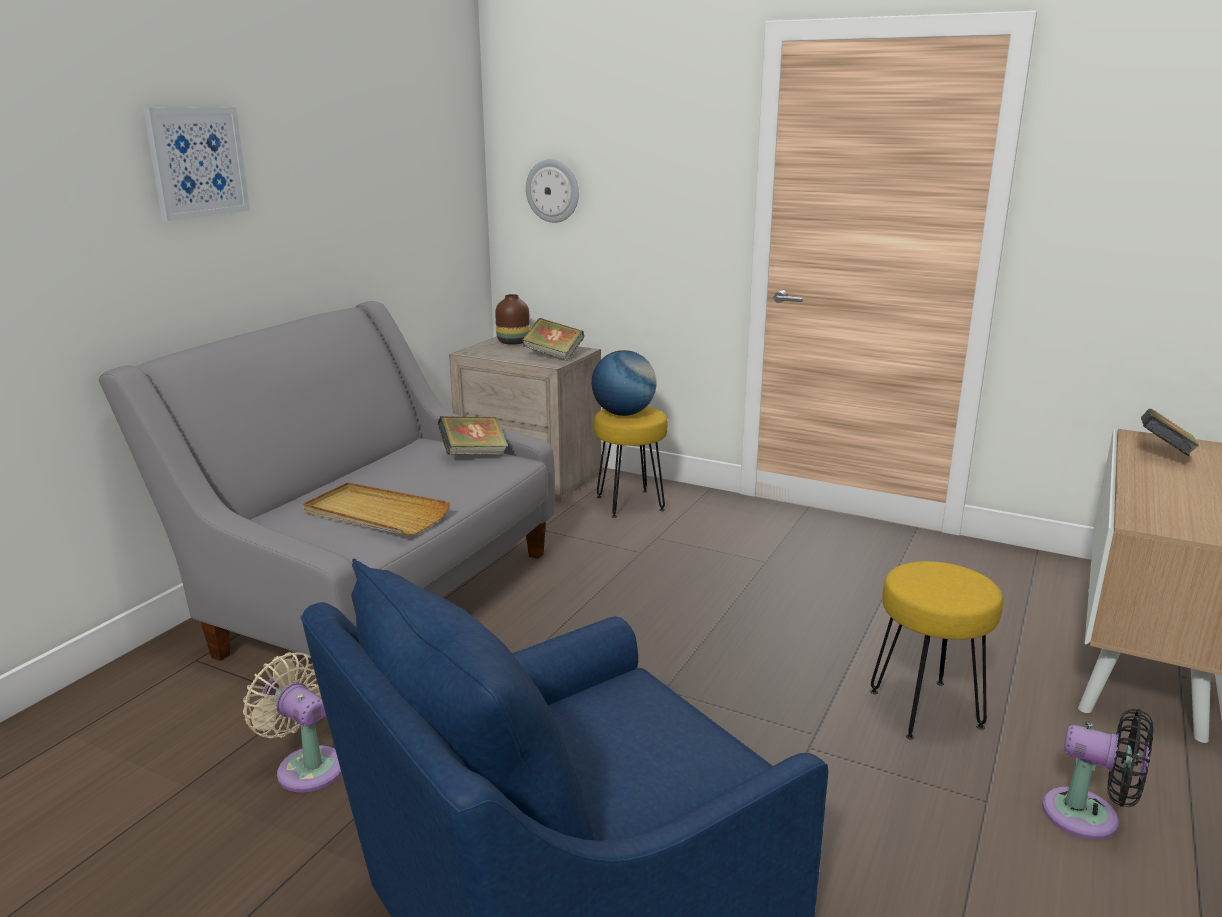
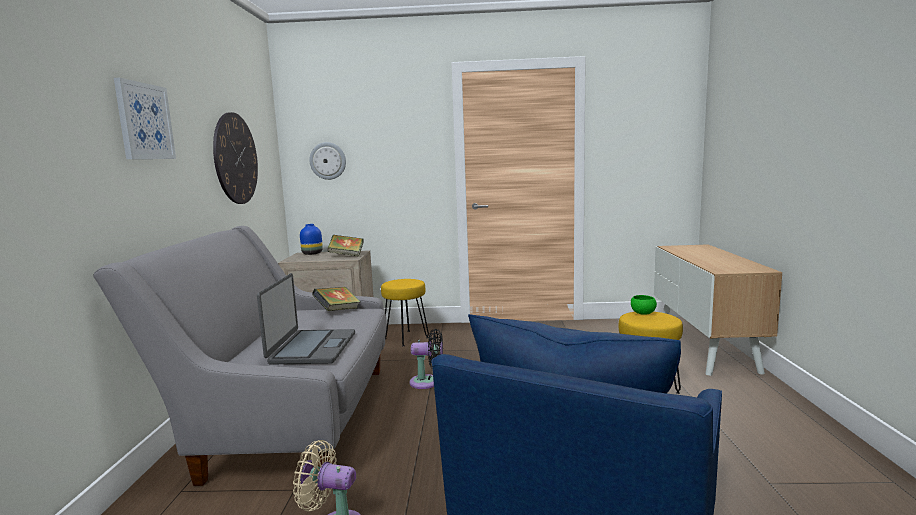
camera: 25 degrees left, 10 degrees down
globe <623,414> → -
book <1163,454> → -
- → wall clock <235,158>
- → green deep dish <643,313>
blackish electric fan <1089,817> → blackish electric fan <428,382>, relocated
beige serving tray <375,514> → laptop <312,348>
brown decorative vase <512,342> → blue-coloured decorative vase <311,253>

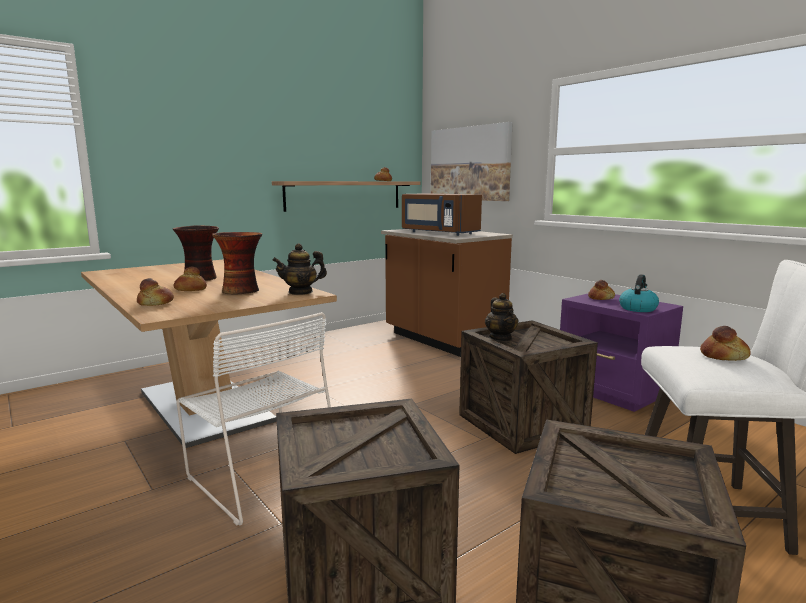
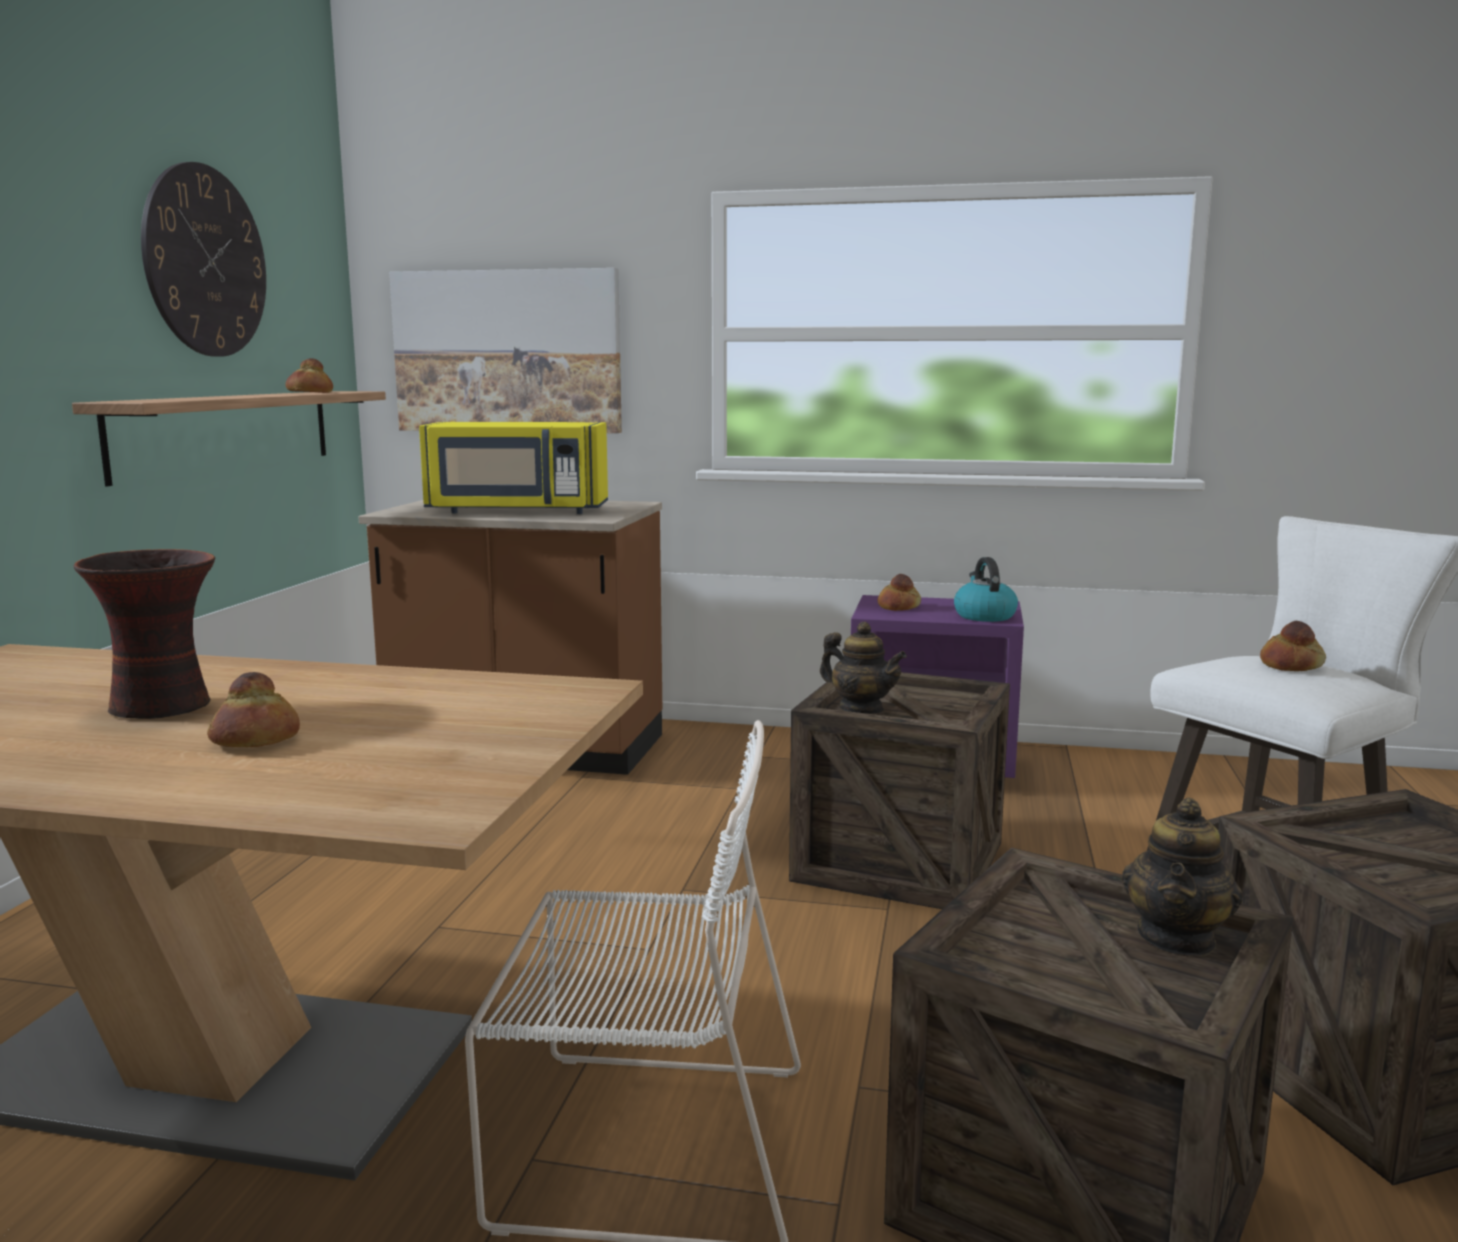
camera: 40 degrees left, 0 degrees up
baked bread <155,303> → -
decorative vase <241,291> → -
- → wall clock <205,261>
tea pot <301,292> → tea pot <1177,938>, relocated
brown kitchen microwave <438,233> → yellow-coloured kitchen microwave <517,511>

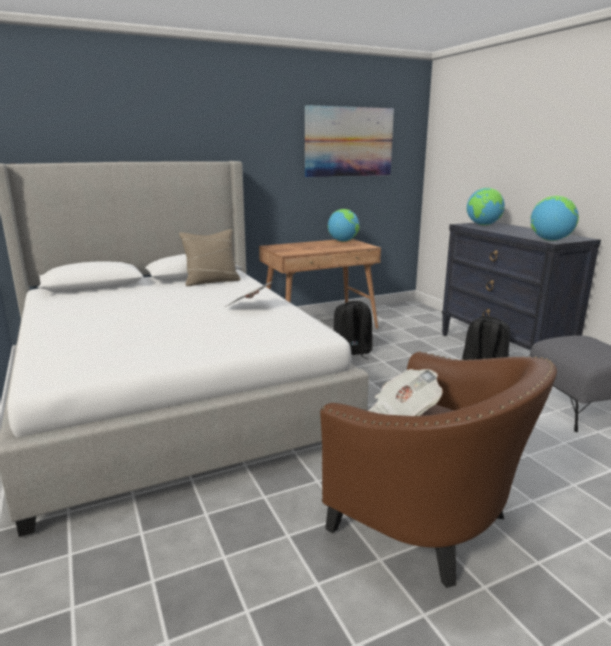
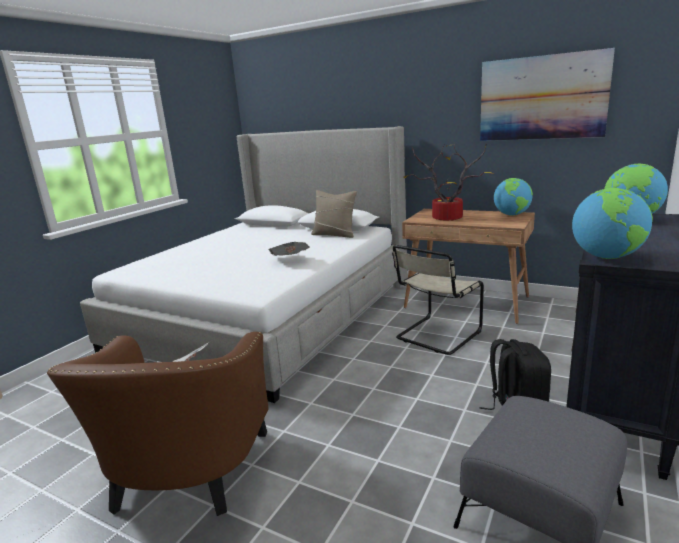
camera: 55 degrees right, 0 degrees up
- → plant in a pot <445,219>
blackish knapsack <351,353> → beige plain chair <436,336>

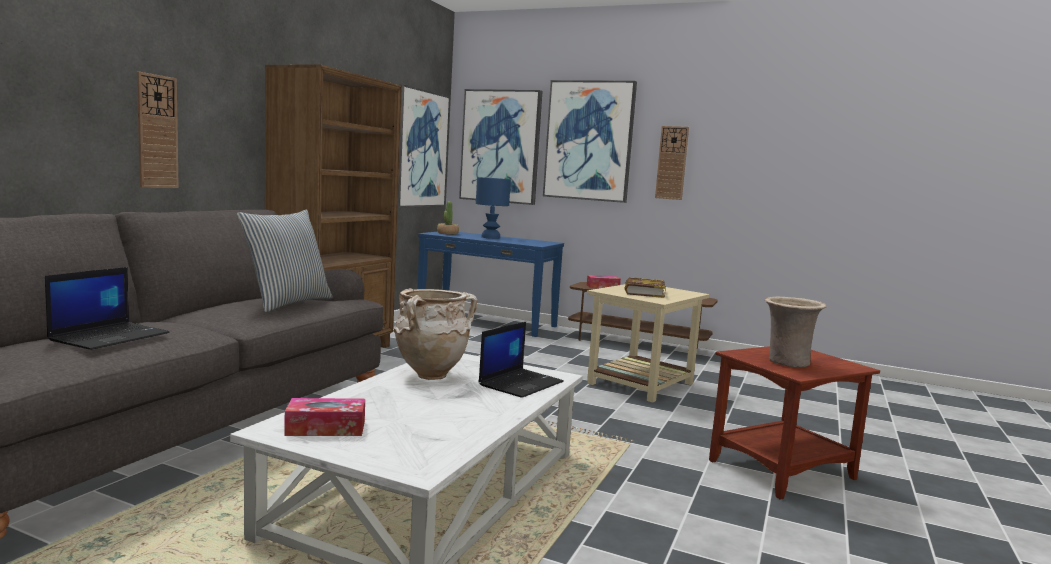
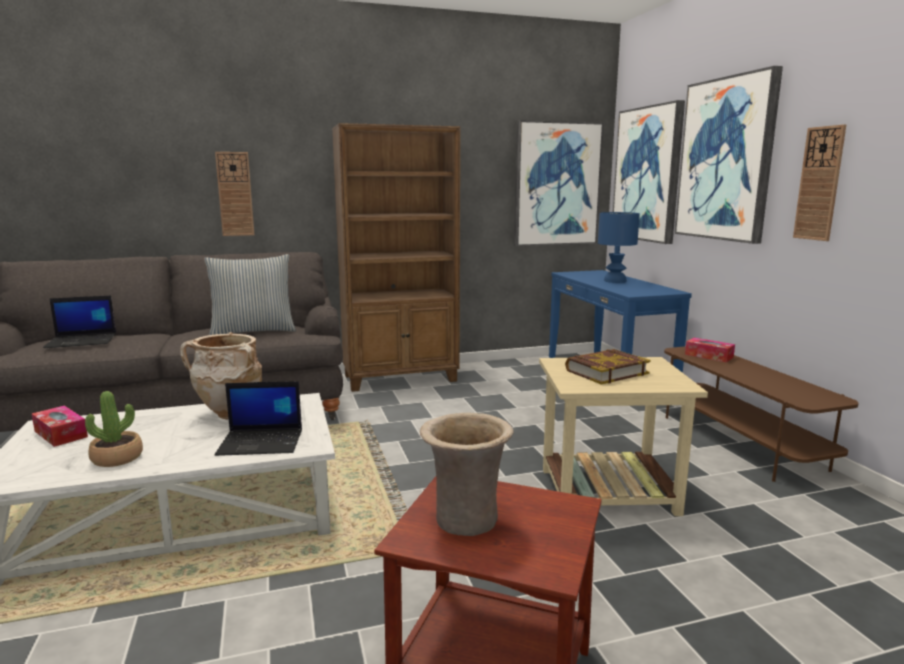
camera: 50 degrees right, 5 degrees up
plant in a pot <447,233> → plant in a pot <117,458>, relocated

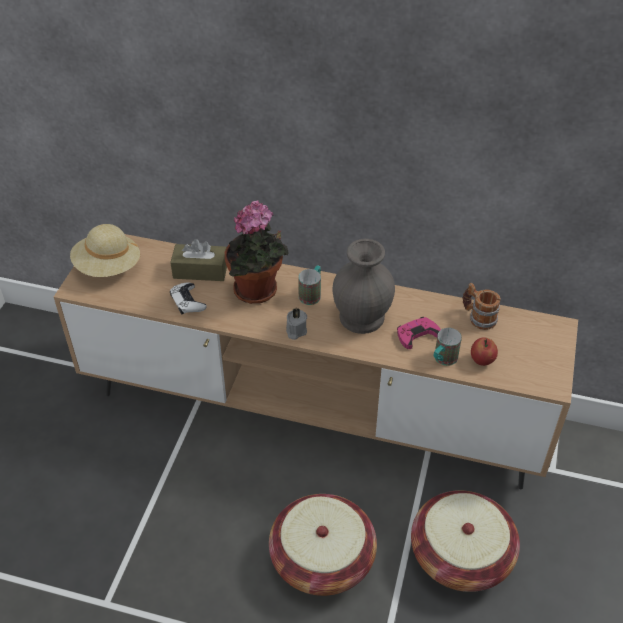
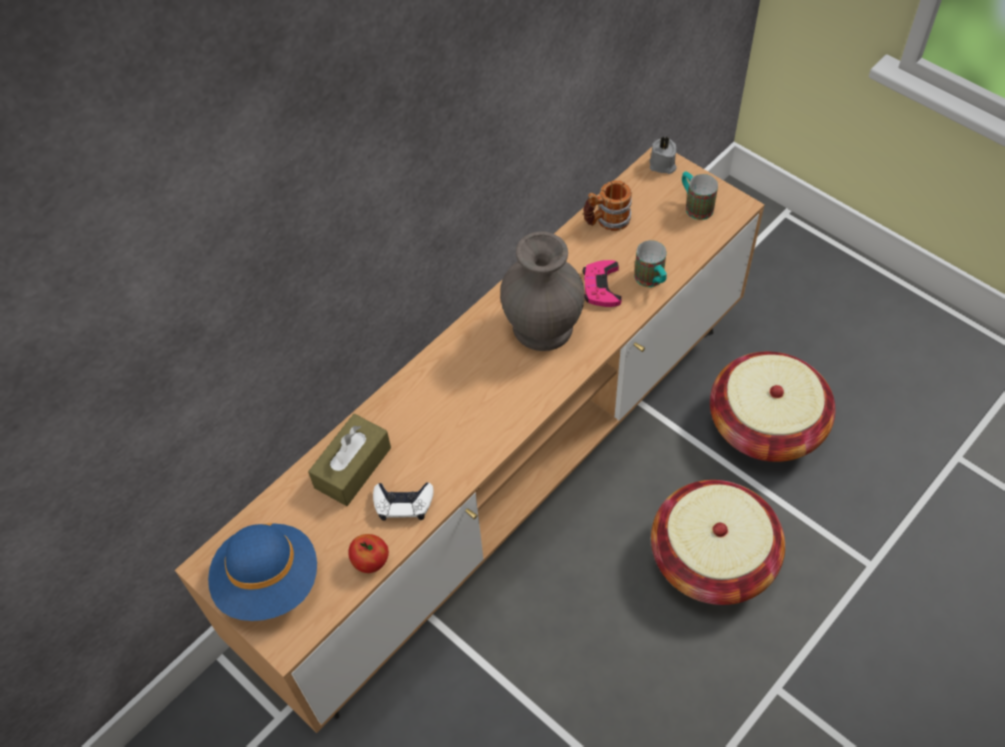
camera: 60 degrees left, 10 degrees up
plant in a pot <258,292> → -
grey wax candle <295,331> → grey wax candle <662,165>, relocated
tea mug <311,294> → tea mug <694,205>, relocated
apple fruit <482,360> → apple fruit <371,561>, relocated
beige hat <108,267> → blue-coloured hat <269,582>

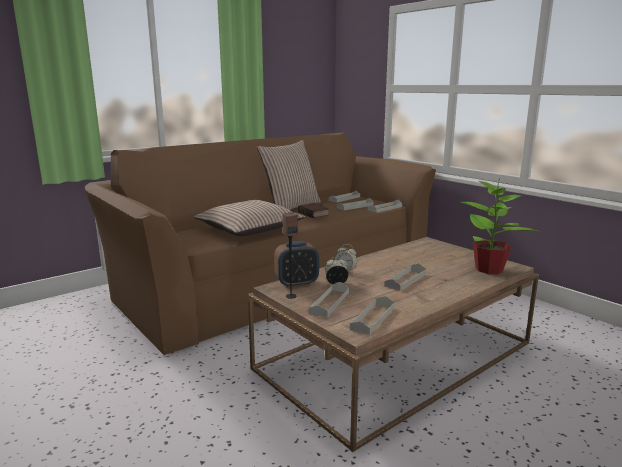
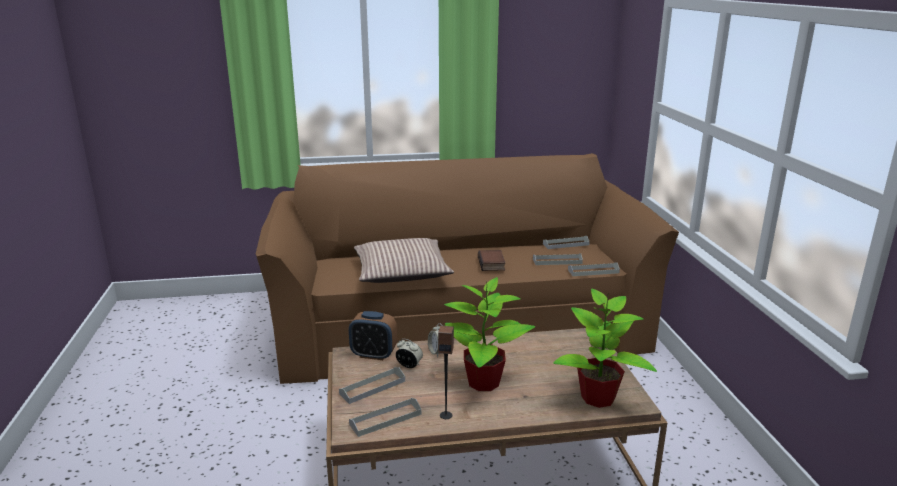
camera: 30 degrees right, 5 degrees up
throw pillow <291,207> → -
speaker <291,296> → speaker <446,415>, relocated
grey serving tray <405,280> → plant in a pot <482,382>

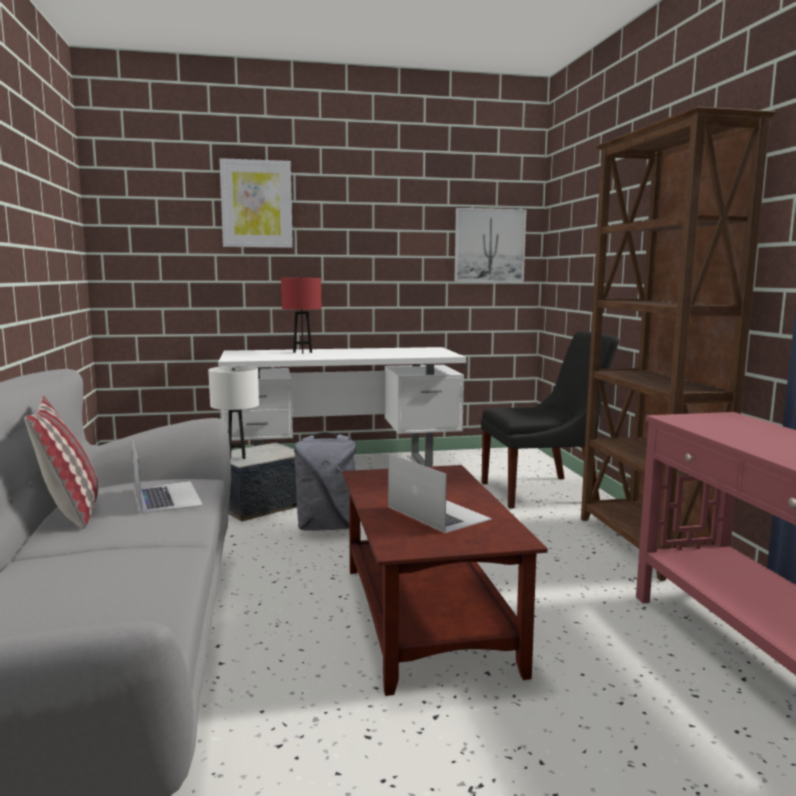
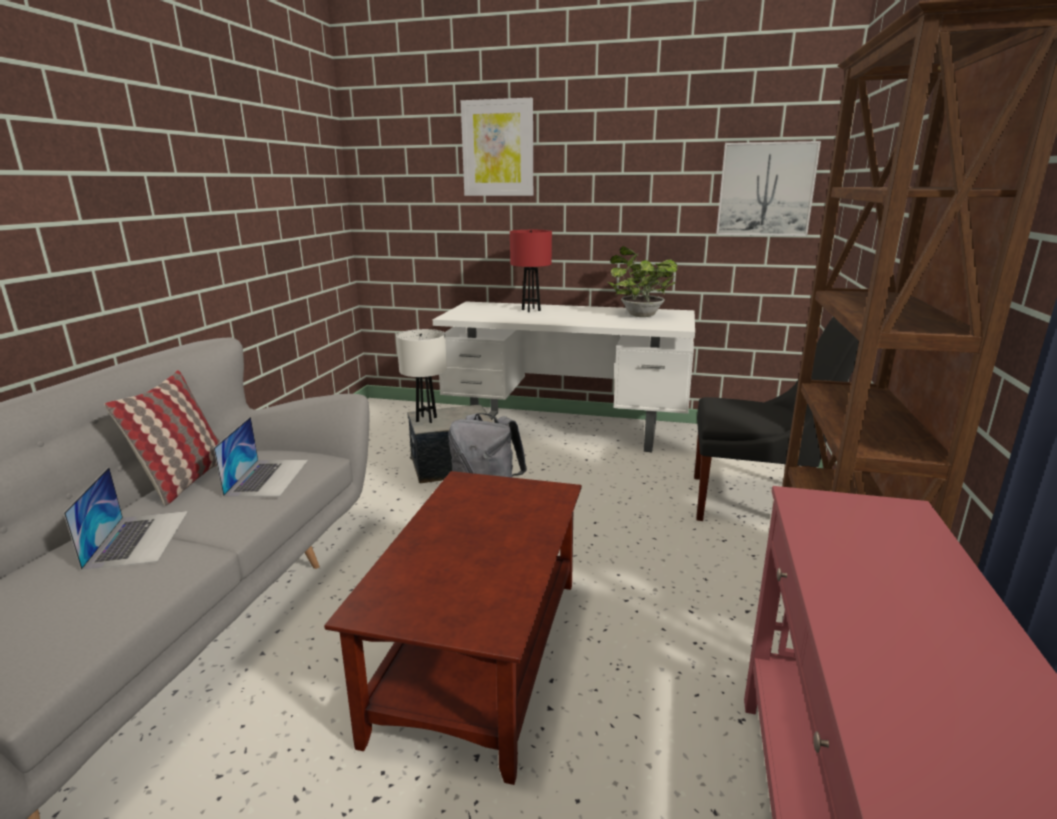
camera: 25 degrees right, 10 degrees up
- → plant in a pot <639,315>
laptop <437,513> → laptop <138,538>, relocated

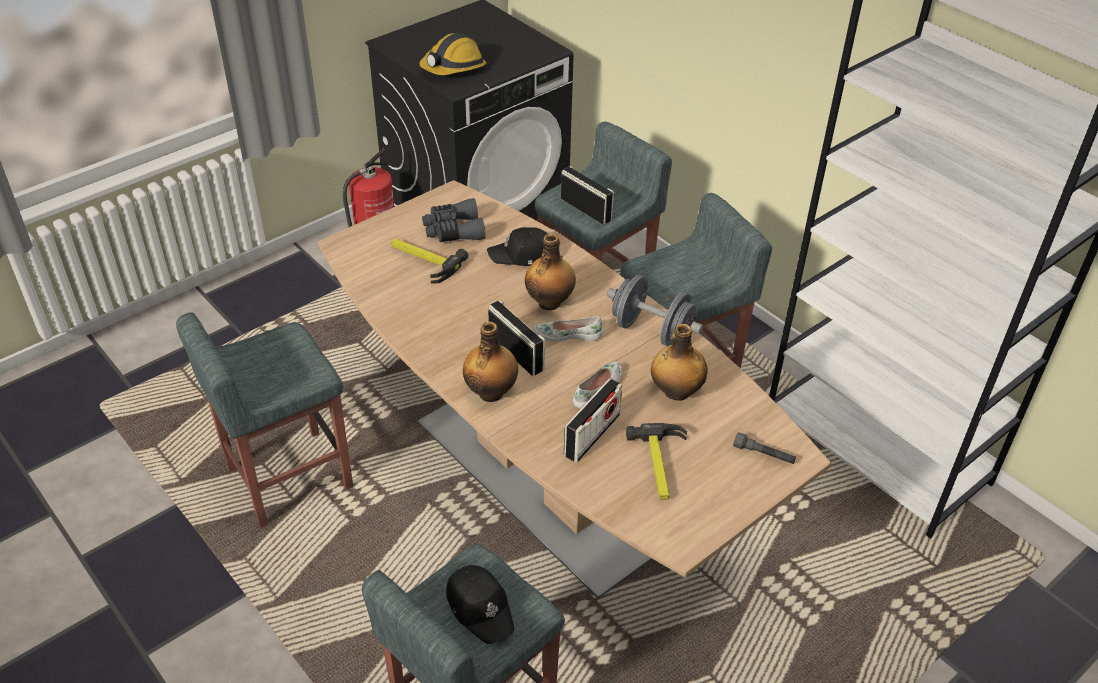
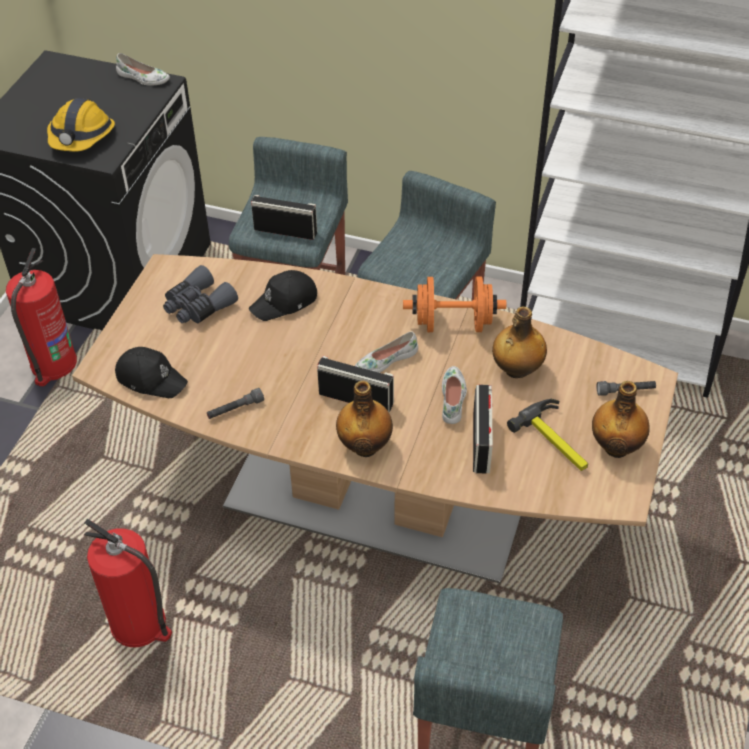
camera: 30 degrees left, 5 degrees up
tool hammer <423,261> → -
- → whitish item of footwear <143,78>
- → grey torch <235,409>
blackish baseball cap <480,607> → blackish baseball cap <151,378>, relocated
drink bottle <550,302> → drink bottle <616,446>, relocated
grey stool seat <287,479> → extinguisher <140,625>
grey free weight <652,331> → orange-coloured free weight <453,323>

